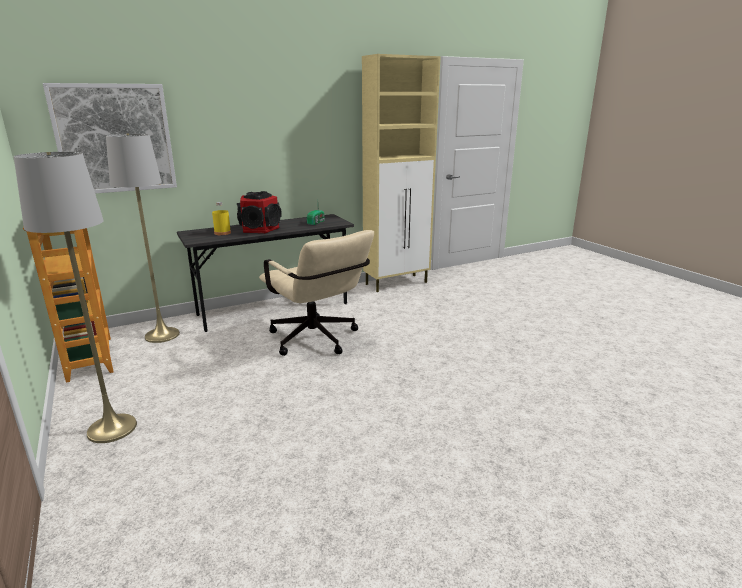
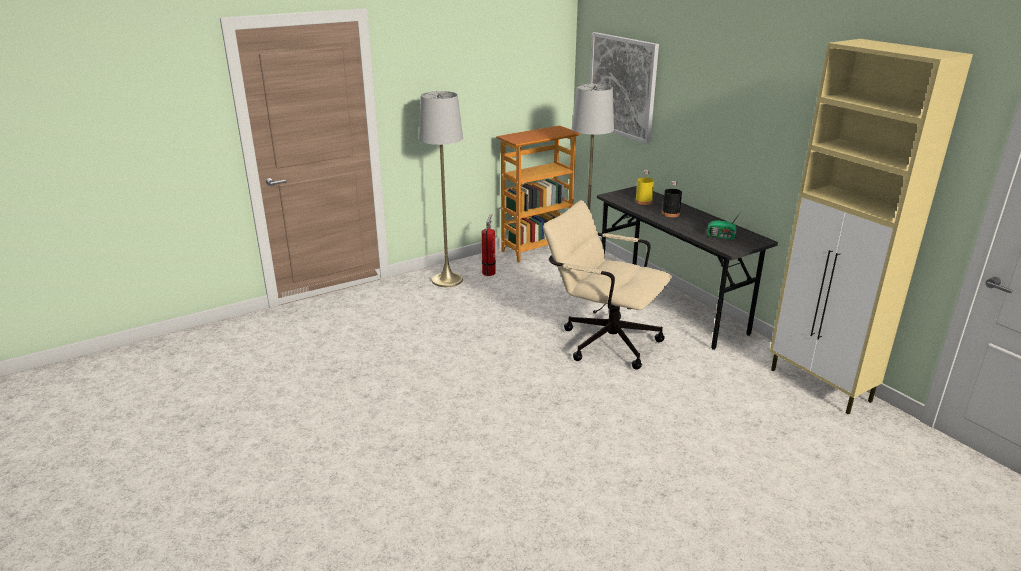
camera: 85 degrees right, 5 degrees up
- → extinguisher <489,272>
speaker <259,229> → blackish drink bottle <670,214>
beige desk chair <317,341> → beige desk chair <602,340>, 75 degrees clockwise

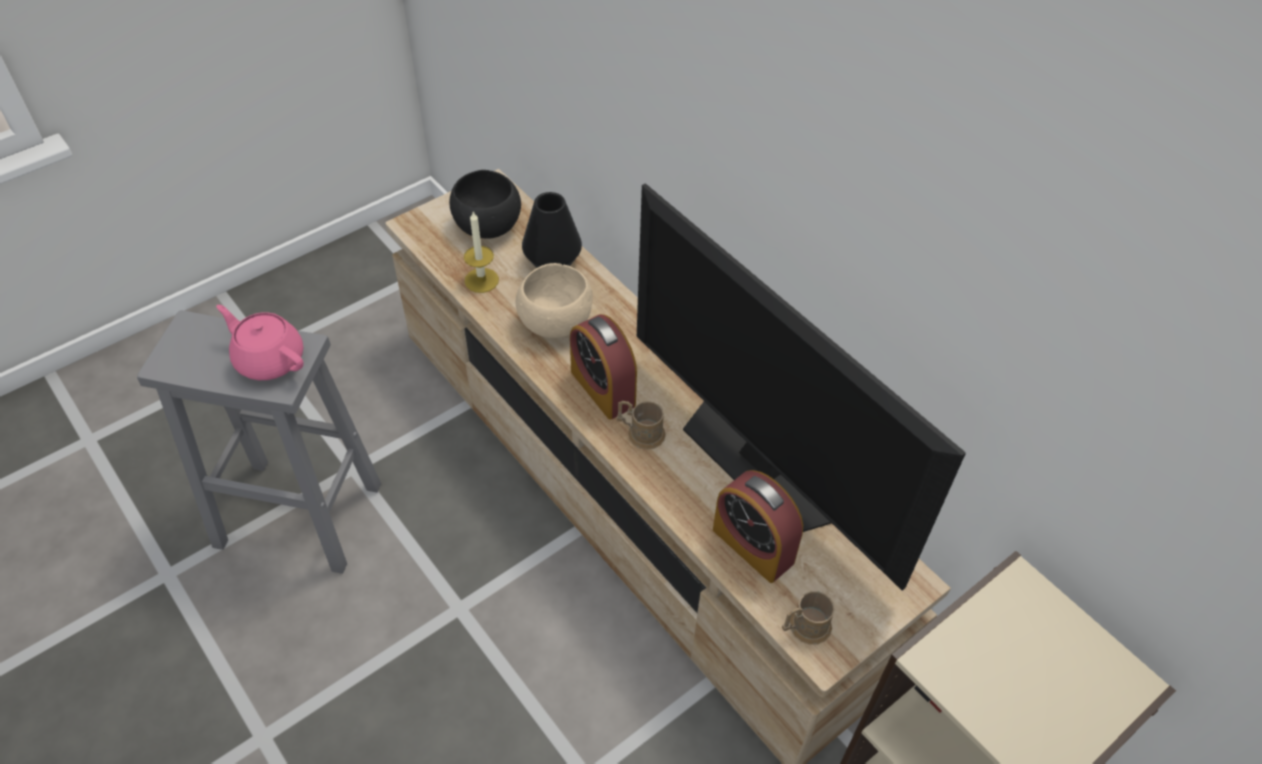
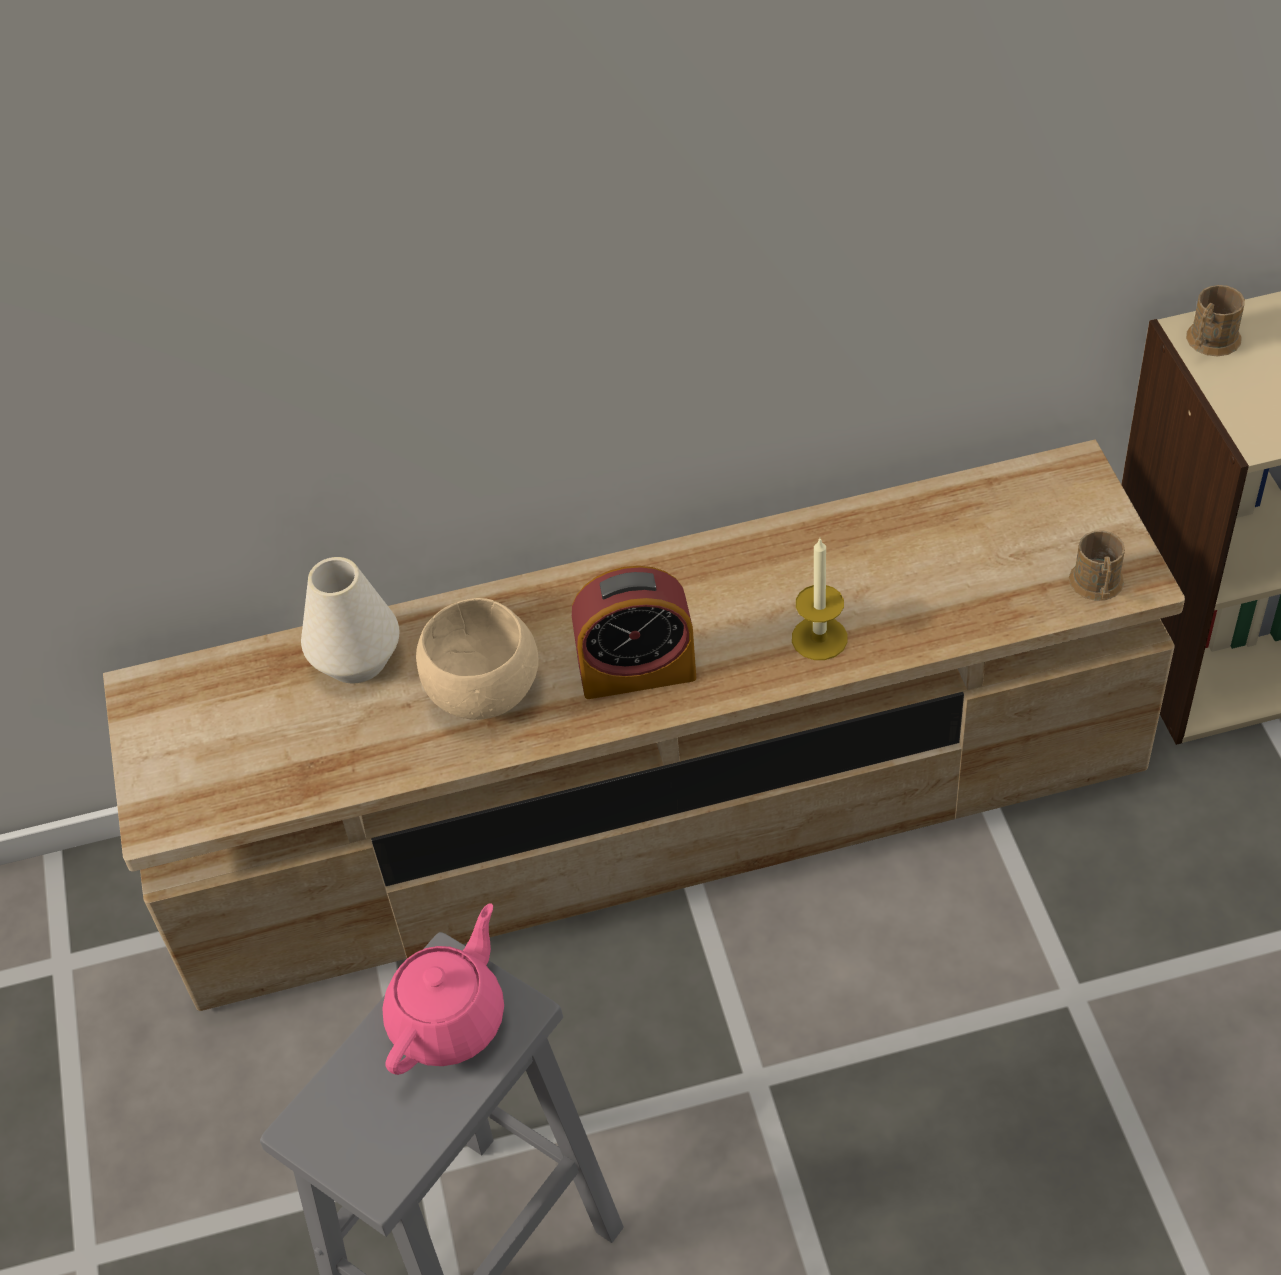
camera: 60 degrees left, 0 degrees up
blackish deep dish <487,227> → -
television <760,464> → -
bedside clock <753,545> → -
wax candle <481,280> → wax candle <819,638>, relocated
brown tea mug <640,433> → brown tea mug <1209,342>, relocated
blackish decorative vase <552,261> → whitish decorative vase <356,659>
pink-coloured tea pot <269,359> → pink-coloured tea pot <449,1019>, 150 degrees clockwise

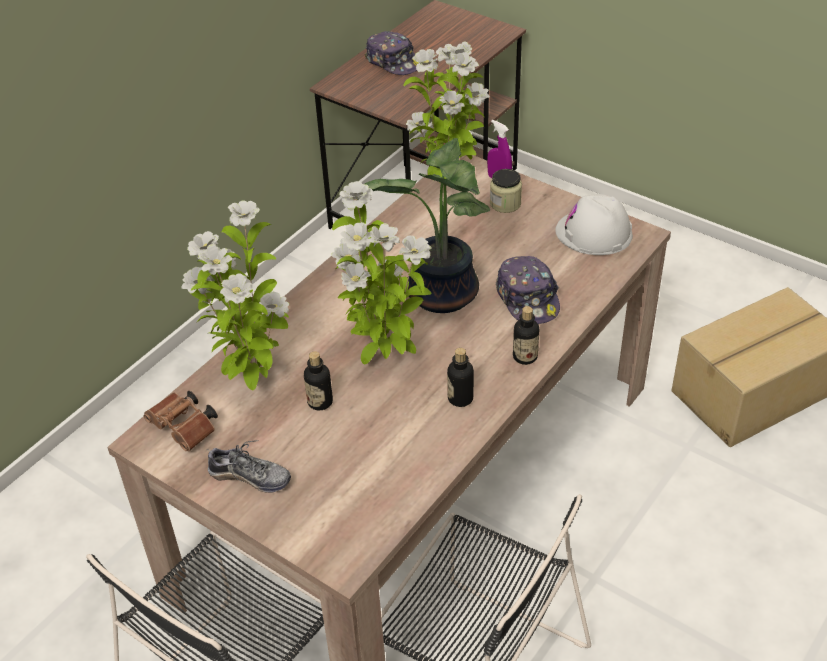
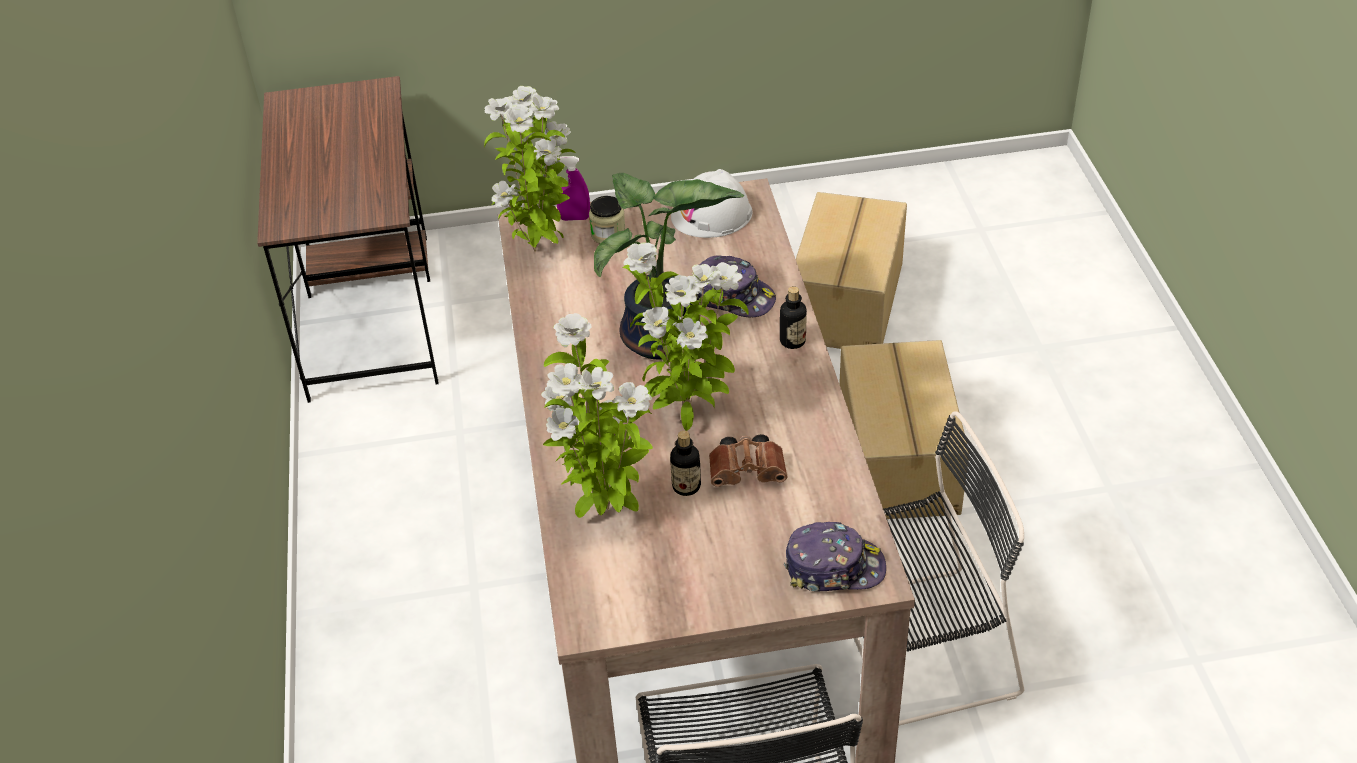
camera: 45 degrees left, 0 degrees up
item of footwear <250,477> → -
drink bottle <460,398> → -
- → carton <899,459>
brown binoculars <185,429> → brown binoculars <749,472>, relocated
baseball cap <393,62> → baseball cap <834,567>, relocated

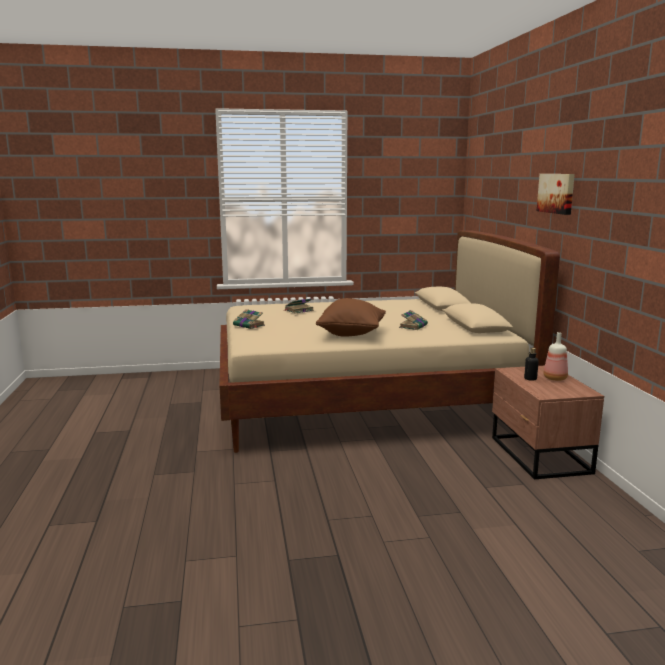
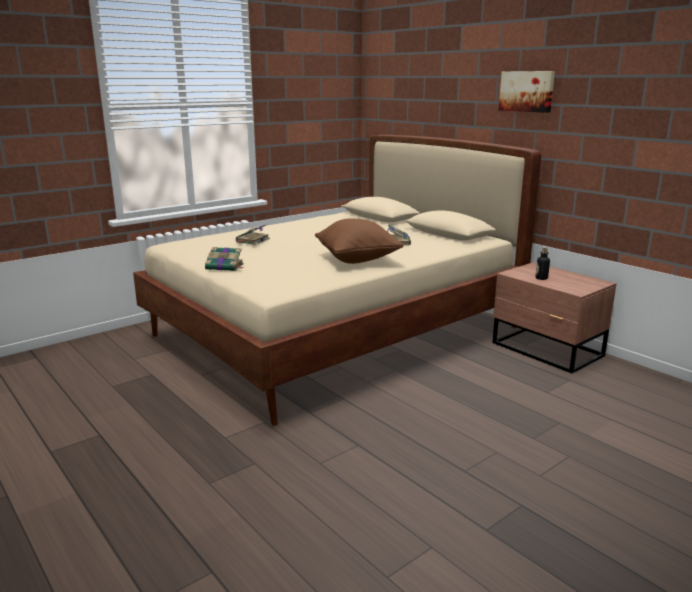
camera: 30 degrees left, 5 degrees up
drink bottle <555,378> → -

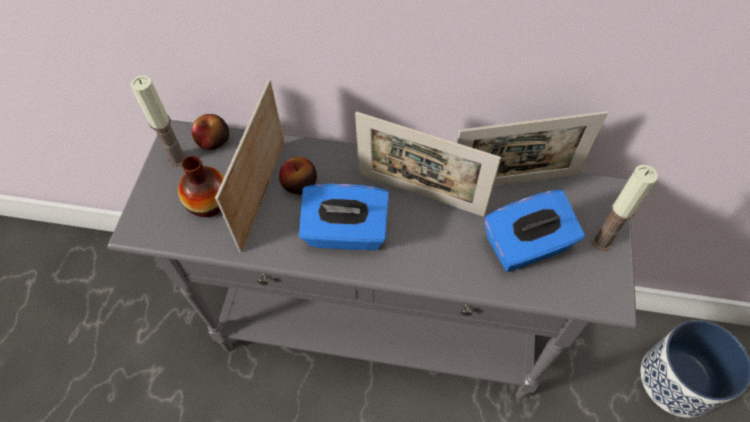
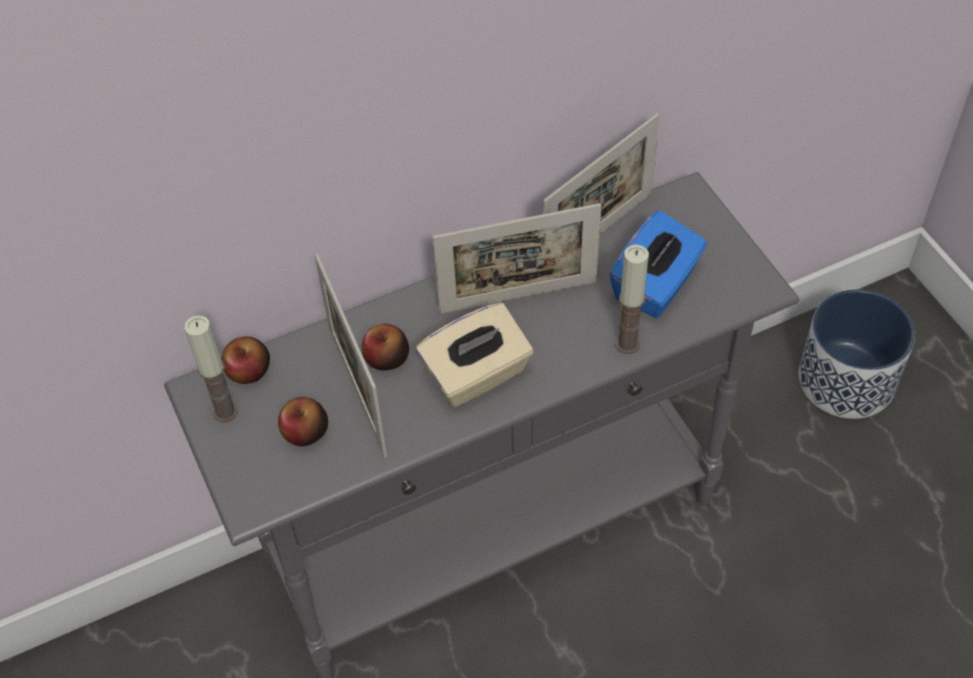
camera: 35 degrees left, 5 degrees down
wax candle <602,241> → wax candle <627,344>, relocated
decorative vase <209,202> → apple fruit <305,432>
blue-coloured tissue holder <345,233> → beige tissue holder <476,375>

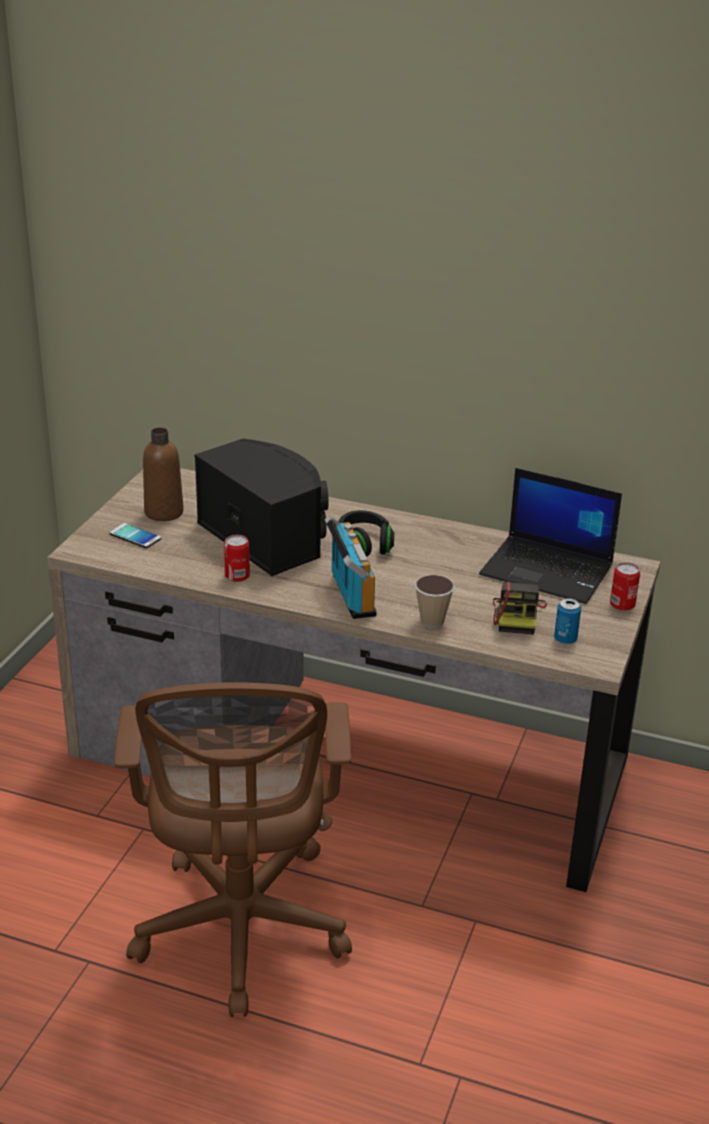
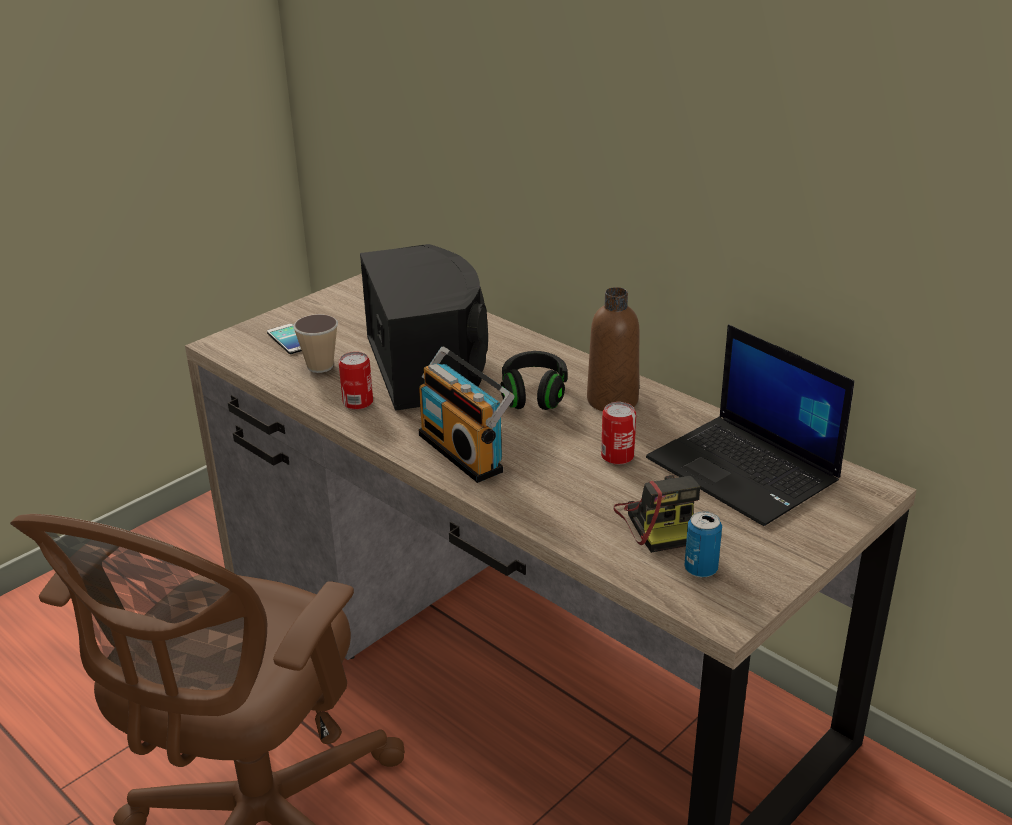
camera: 25 degrees right, 0 degrees up
brown drink bottle <164,512> → brown drink bottle <612,400>, relocated
cup <432,621> → cup <320,366>, relocated
metal can <622,604> → metal can <617,456>, relocated
radio receiver <349,595> → radio receiver <465,451>, 135 degrees clockwise
still camera <518,616> → still camera <658,522>, 45 degrees counterclockwise

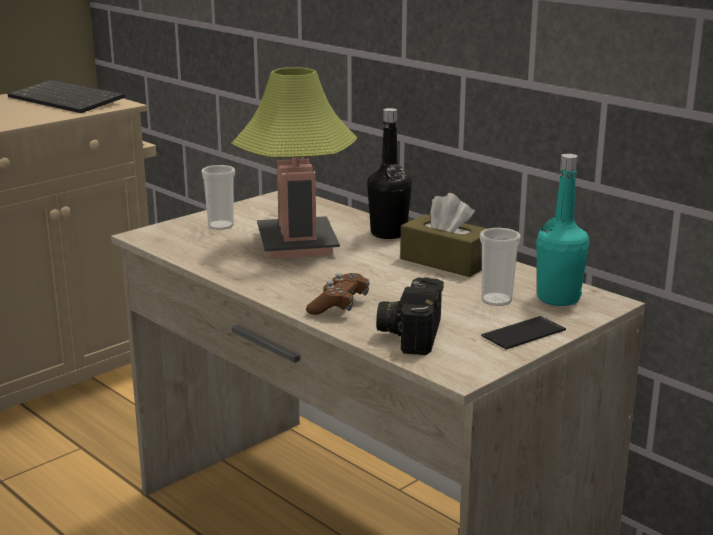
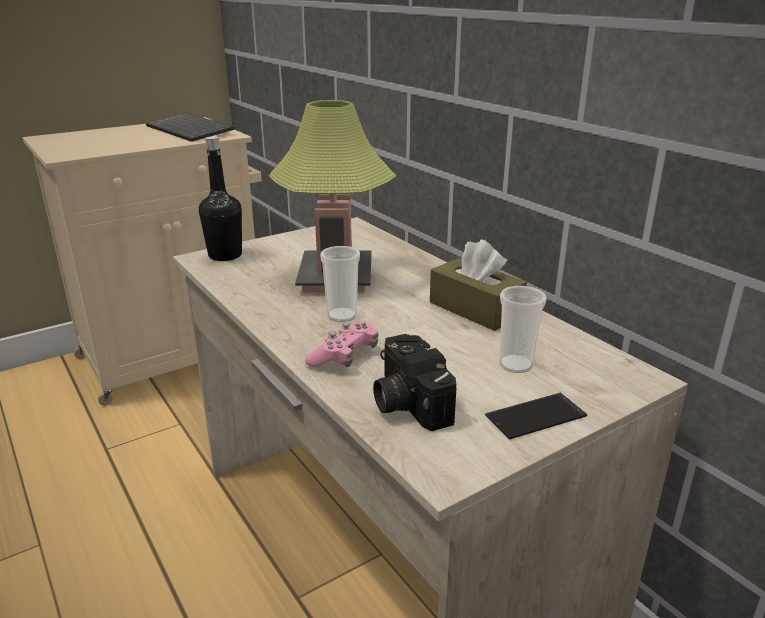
camera: 10 degrees right, 5 degrees up
turquoise drink bottle <558,298> → -
cup <221,226> → cup <342,315>, relocated
blackish drink bottle <388,233> → blackish drink bottle <225,255>, relocated
brown gamepad <339,305> → pink-coloured gamepad <344,357>
still camera <409,332> → still camera <405,401>, 45 degrees counterclockwise

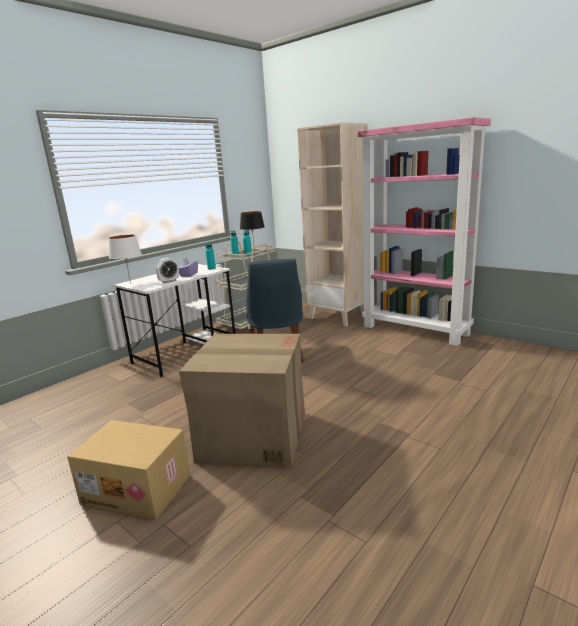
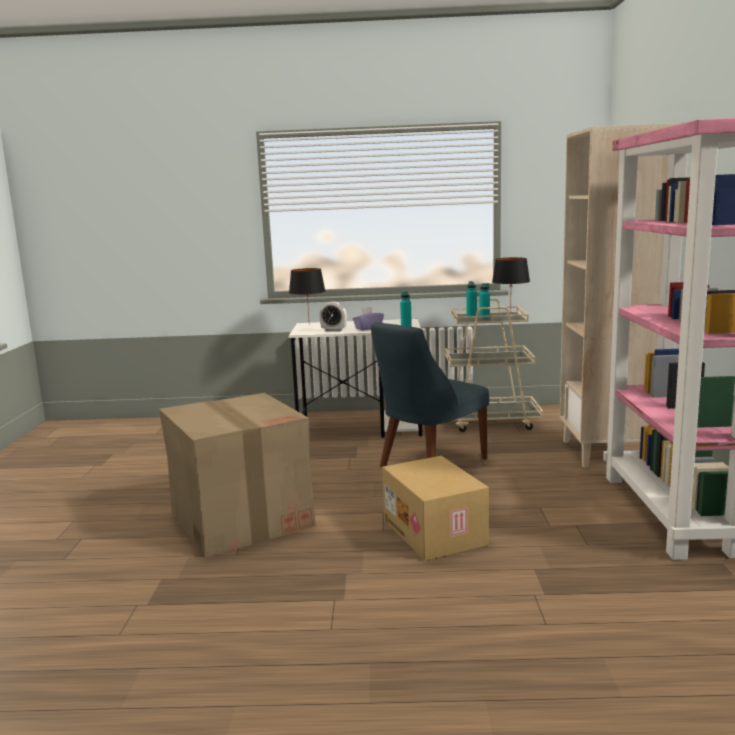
camera: 50 degrees right, 5 degrees down
carton <138,488> → carton <436,532>, relocated
whitish tabletop lamp <130,283> → blackish tabletop lamp <308,324>

